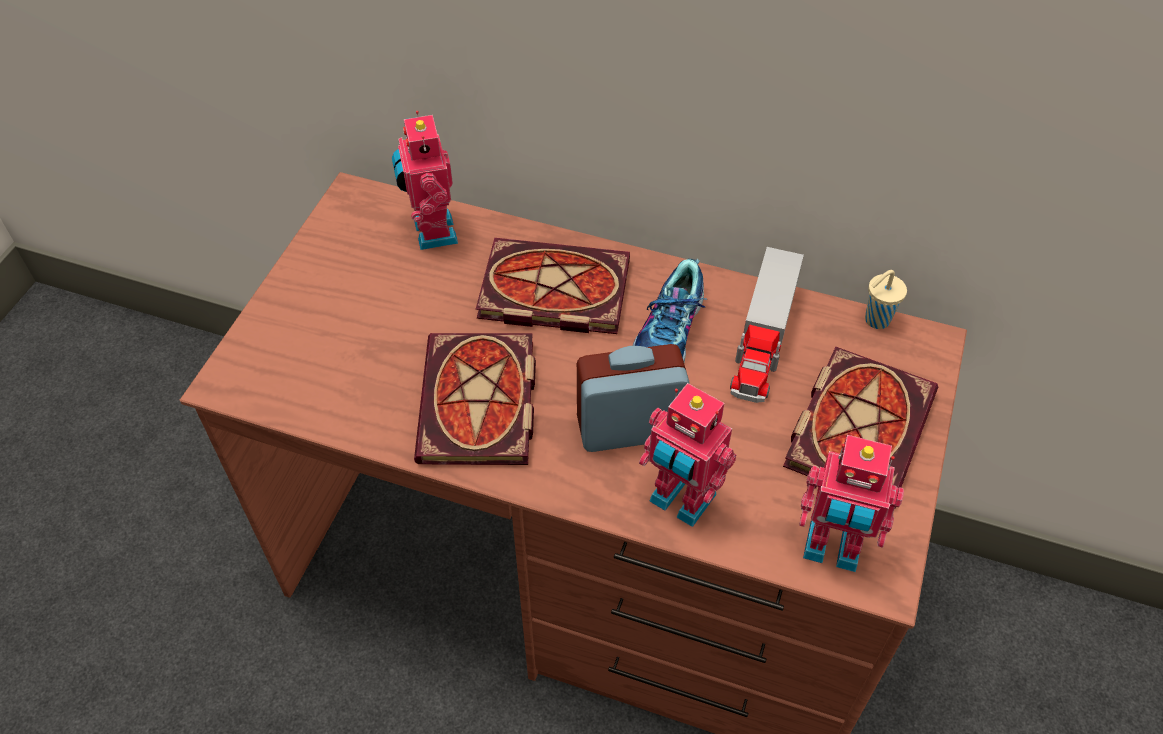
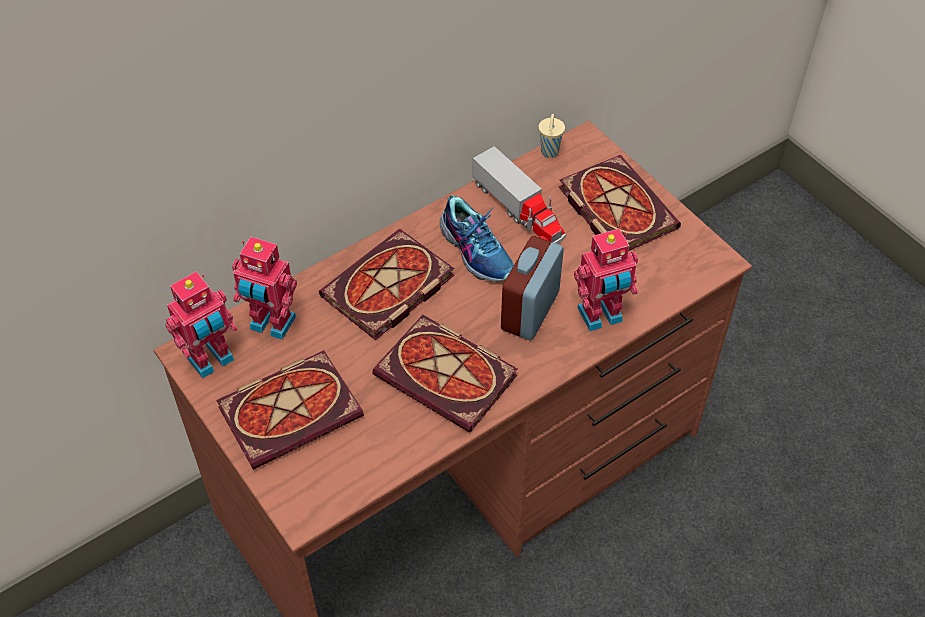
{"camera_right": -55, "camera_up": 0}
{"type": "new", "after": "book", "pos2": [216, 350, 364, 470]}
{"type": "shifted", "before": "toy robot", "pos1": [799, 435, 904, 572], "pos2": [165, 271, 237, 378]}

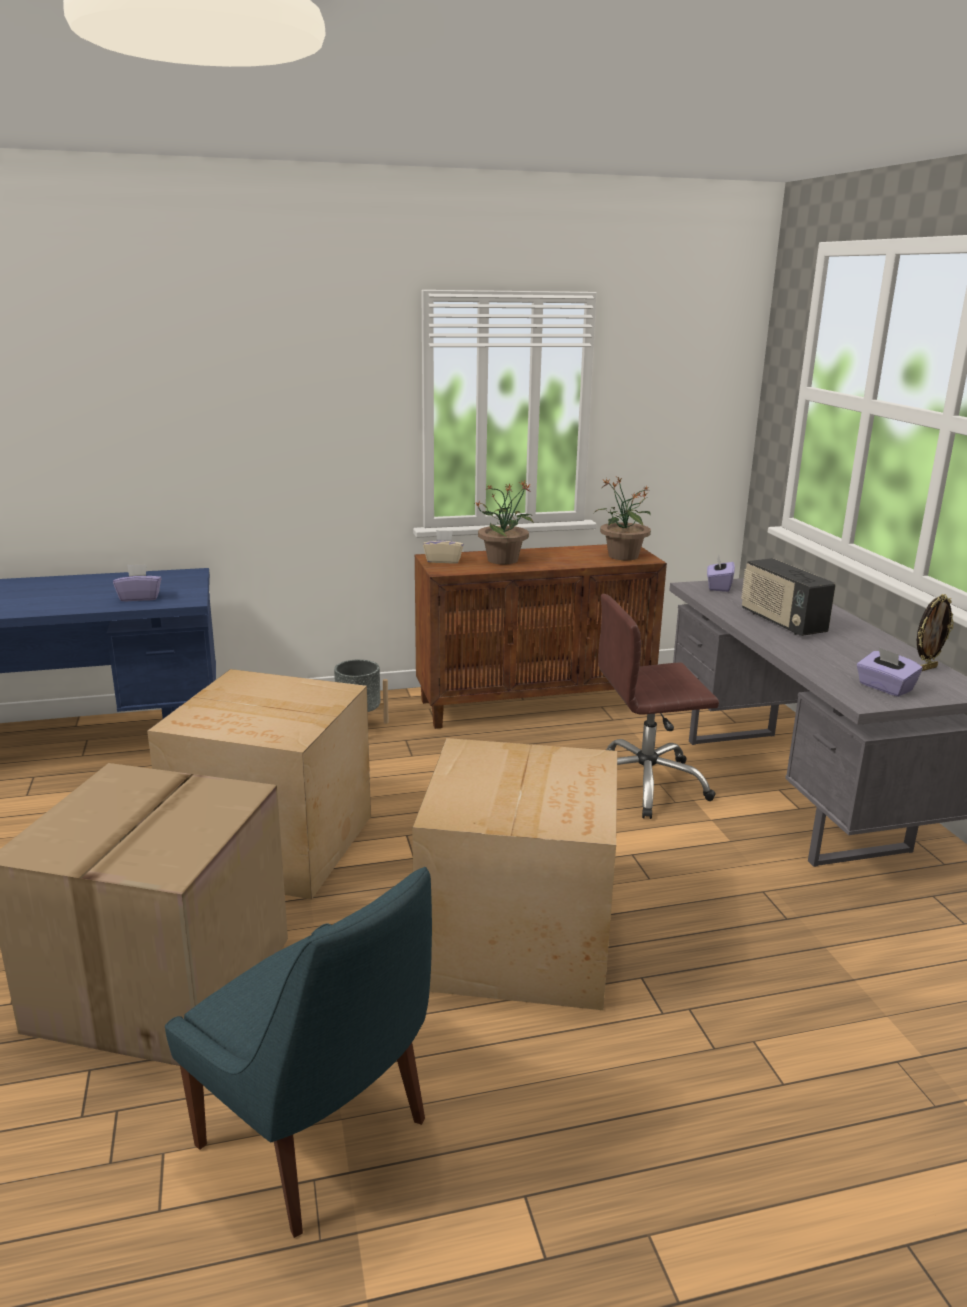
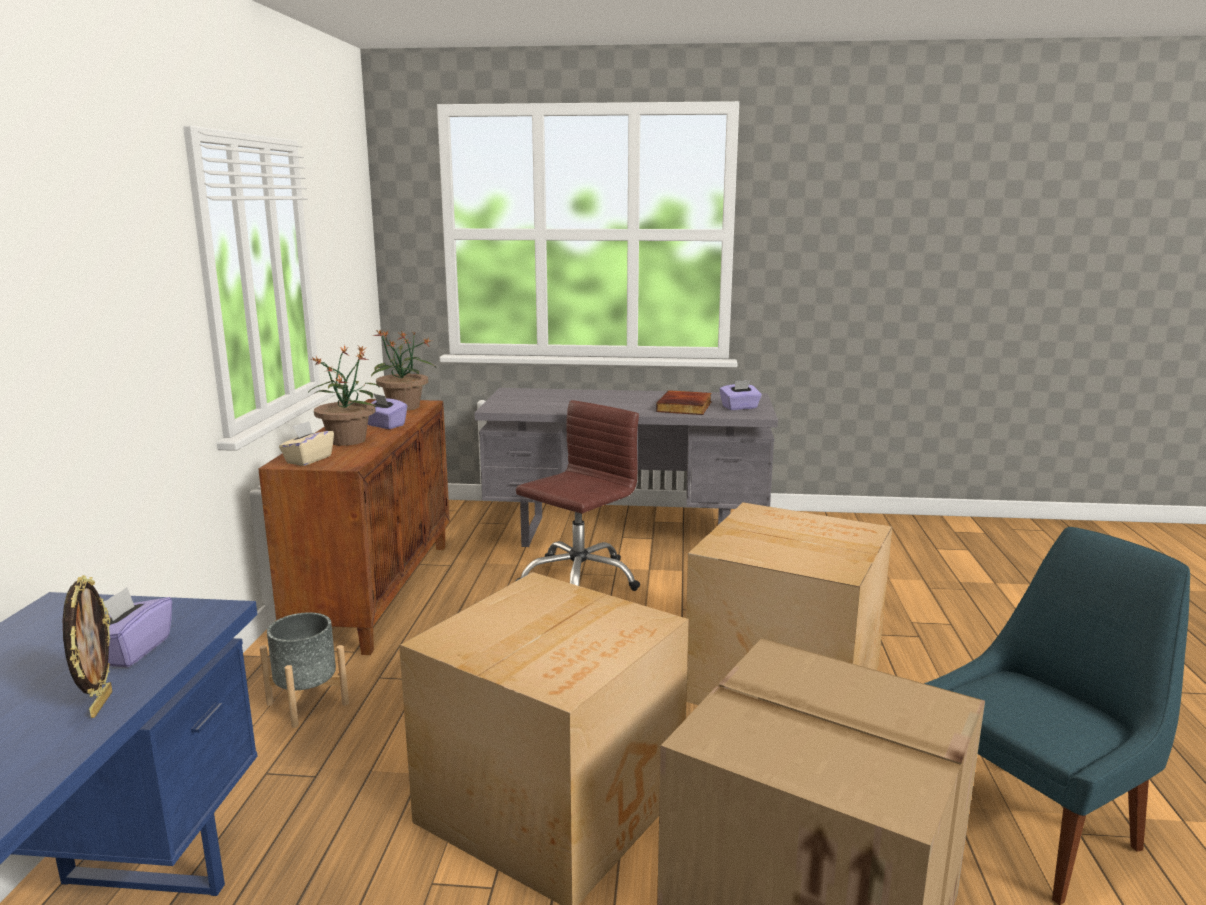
{"camera_right": -70, "camera_up": -5}
{"type": "gone", "before": "radio", "pos1": [741, 558, 836, 636]}
{"type": "new", "after": "book", "pos2": [656, 390, 712, 415]}
{"type": "shifted", "before": "purple tissue box", "pos1": [707, 555, 735, 592], "pos2": [368, 393, 407, 429]}
{"type": "shifted", "before": "picture frame", "pos1": [917, 594, 954, 671], "pos2": [63, 575, 113, 718]}
{"type": "rotated", "before": "brown office chair", "pos1": [598, 594, 719, 819], "pos2": [516, 400, 640, 591], "turn": -150}

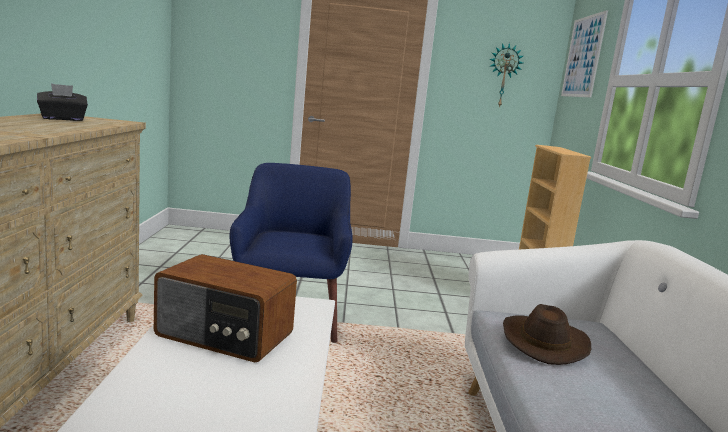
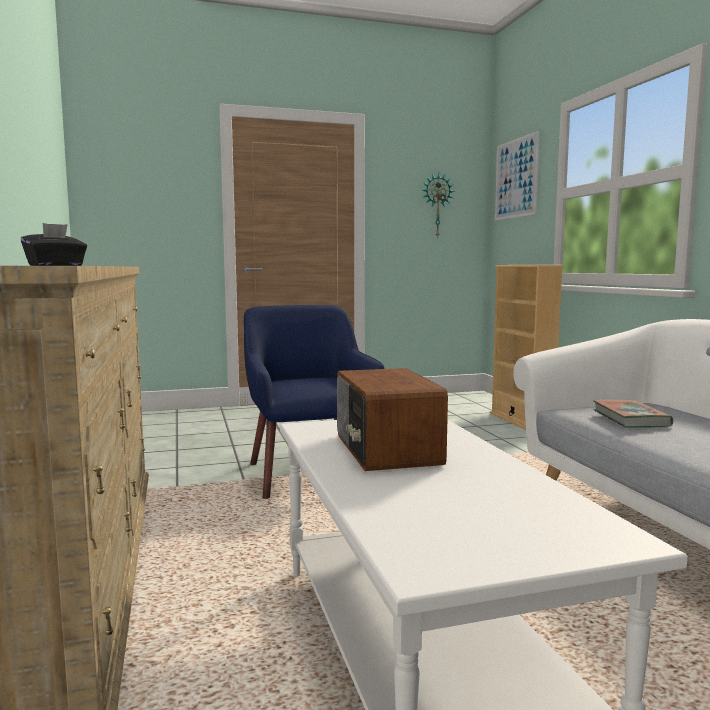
{"camera_right": -15, "camera_up": -5}
{"type": "swapped", "before": "brown hat", "after": "book", "pos1": [503, 304, 591, 365], "pos2": [594, 400, 673, 428]}
{"type": "rotated", "before": "radio", "pos1": [154, 254, 297, 362], "pos2": [337, 368, 448, 471], "turn": 75}

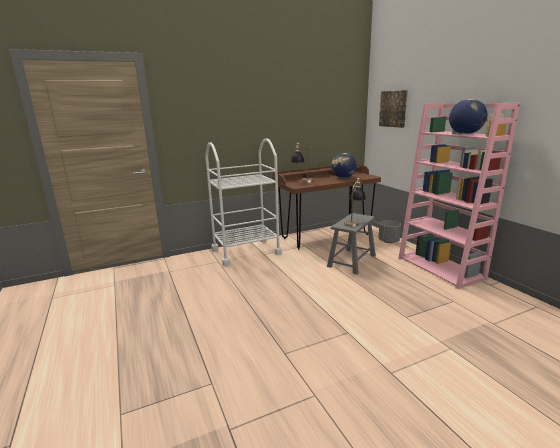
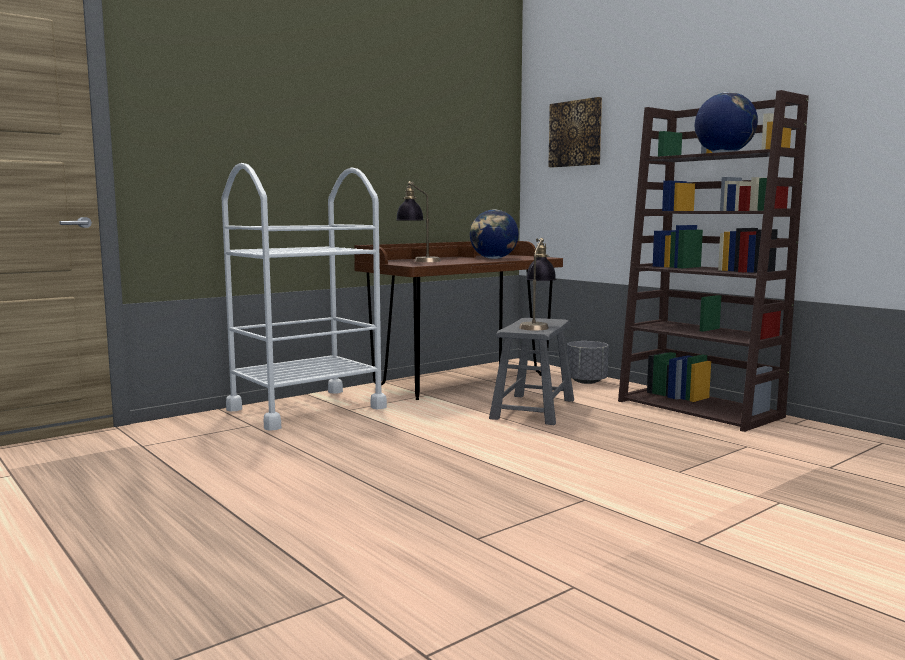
{"camera_right": -15, "camera_up": -10}
{"type": "repainted", "before": "pink bookcase", "after": "brown bookcase", "pos1": [398, 103, 520, 289], "pos2": [618, 90, 809, 432]}

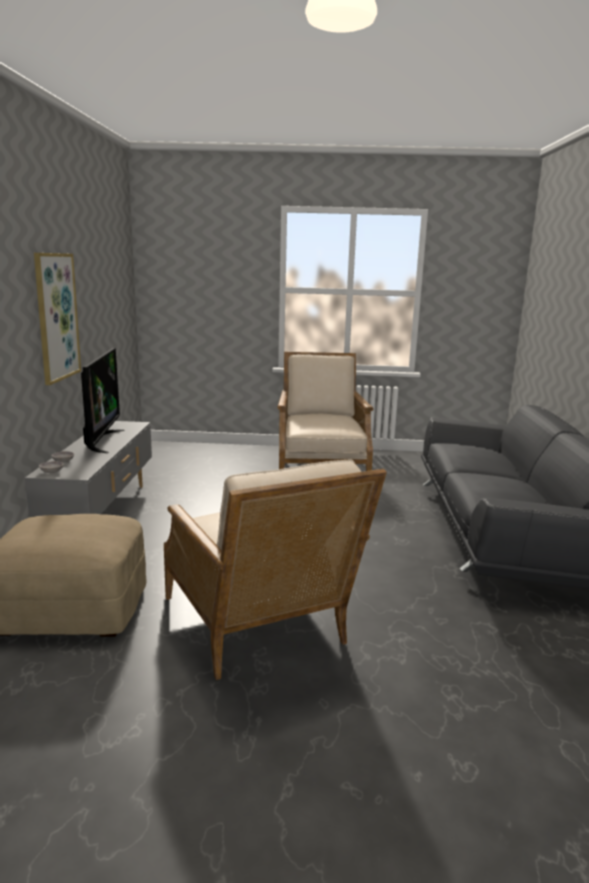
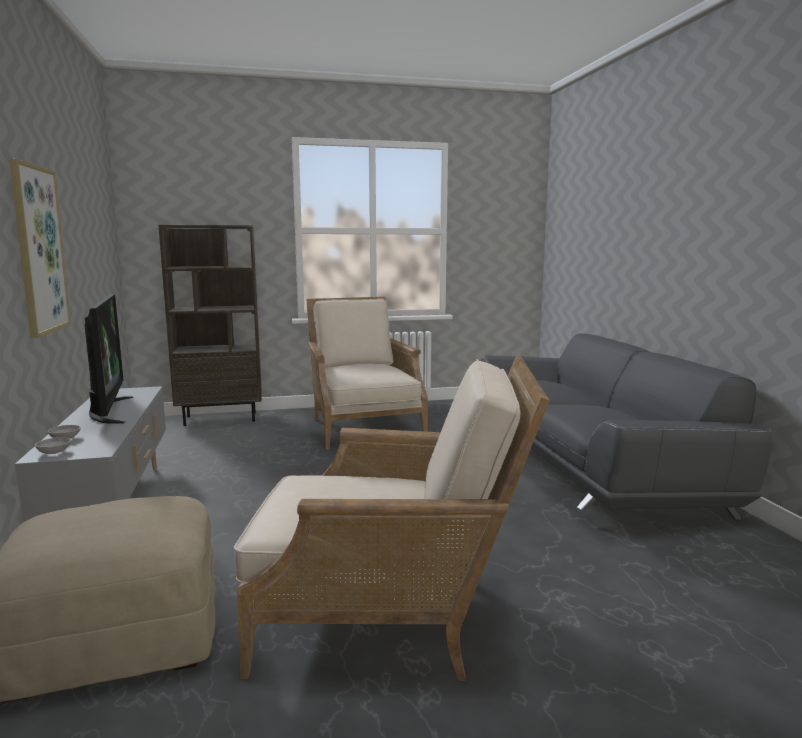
{"camera_right": -15, "camera_up": -5}
{"type": "new", "after": "brown bookcase", "pos2": [158, 225, 262, 426]}
{"type": "rotated", "before": "beige armchair", "pos1": [164, 460, 387, 680], "pos2": [234, 356, 550, 681], "turn": -45}

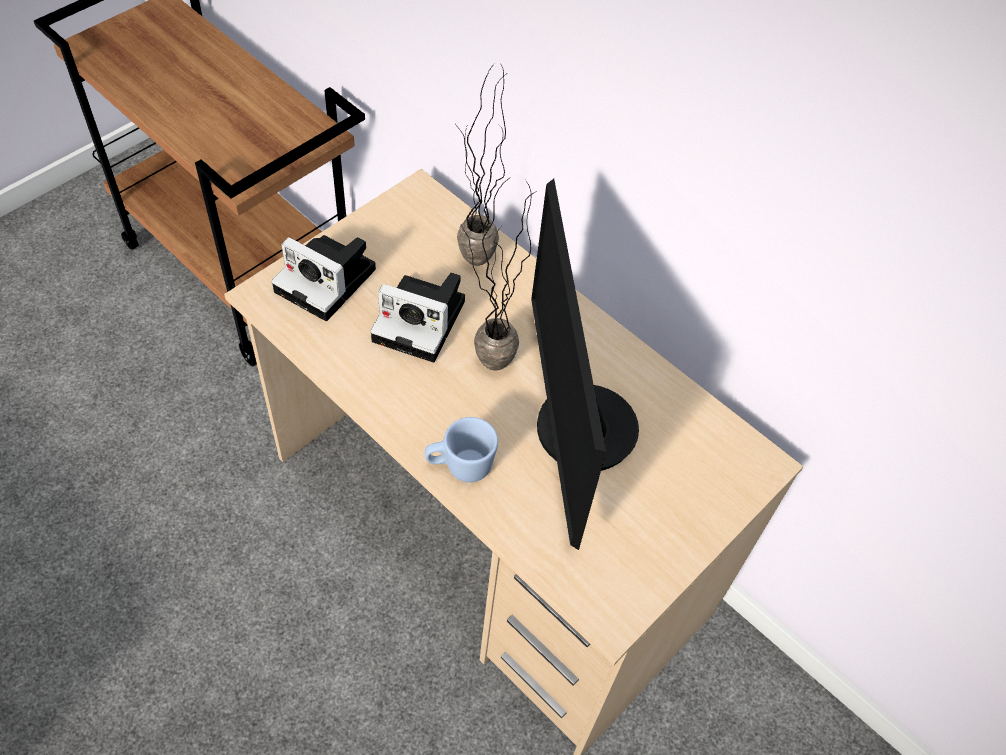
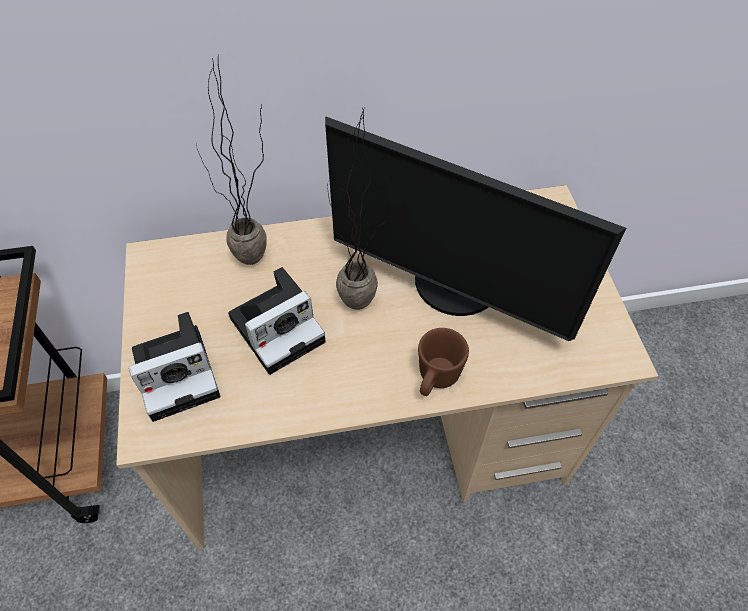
{"camera_right": -50, "camera_up": 0}
{"type": "repainted", "before": "blue mug", "after": "brown mug", "pos1": [425, 417, 498, 483], "pos2": [418, 328, 469, 396]}

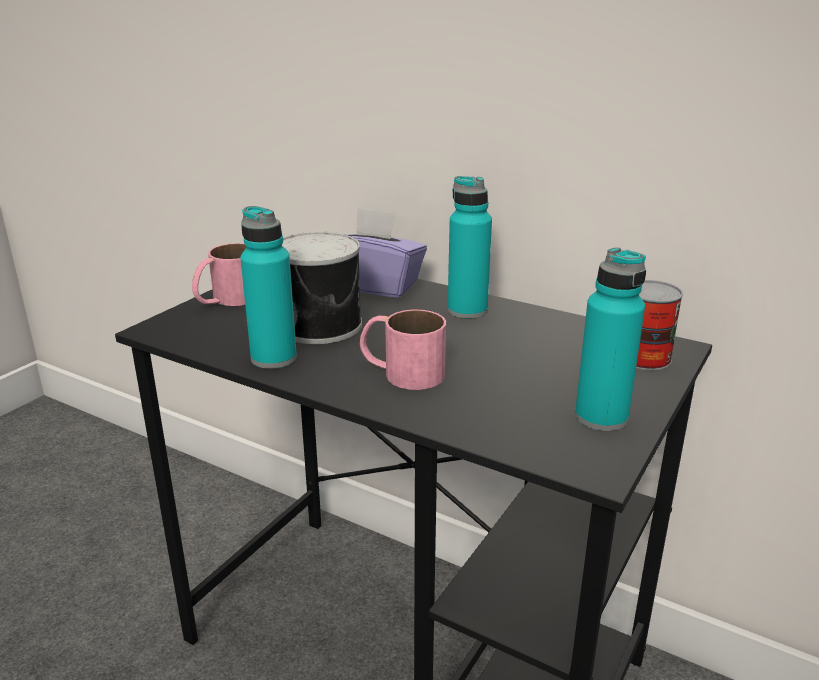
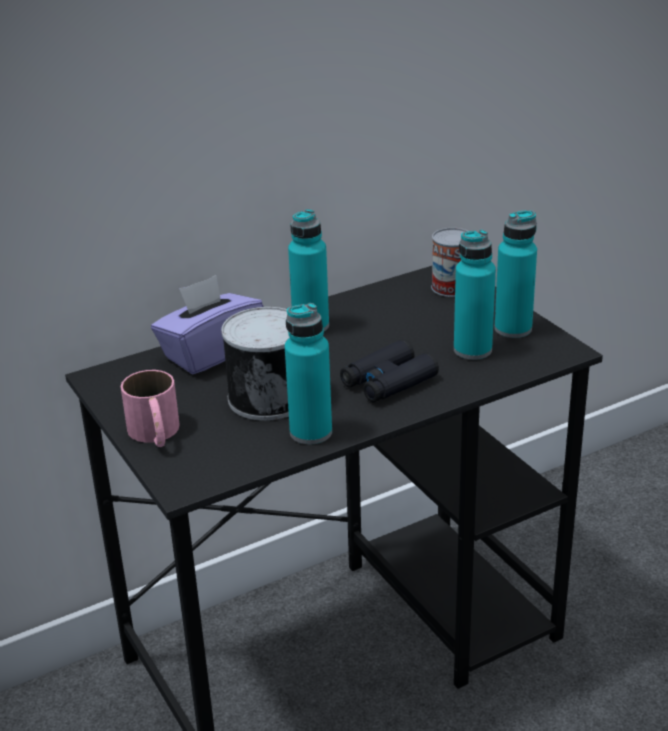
{"camera_right": -60, "camera_up": 5}
{"type": "new", "after": "turquoise bottle", "pos2": [454, 230, 496, 360]}
{"type": "swapped", "before": "pink mug", "after": "black binoculars", "pos1": [360, 310, 446, 390], "pos2": [340, 339, 439, 402]}

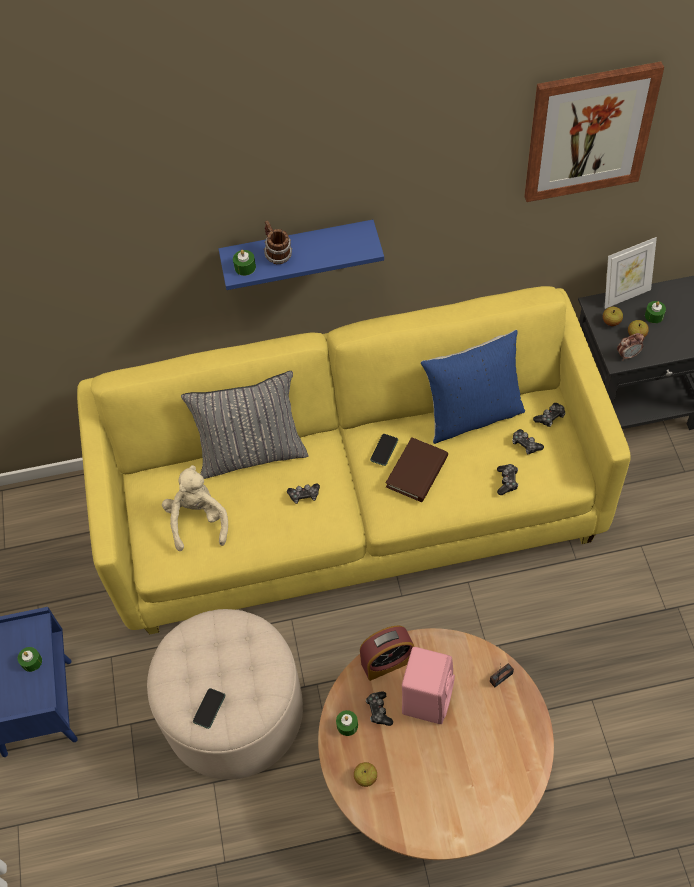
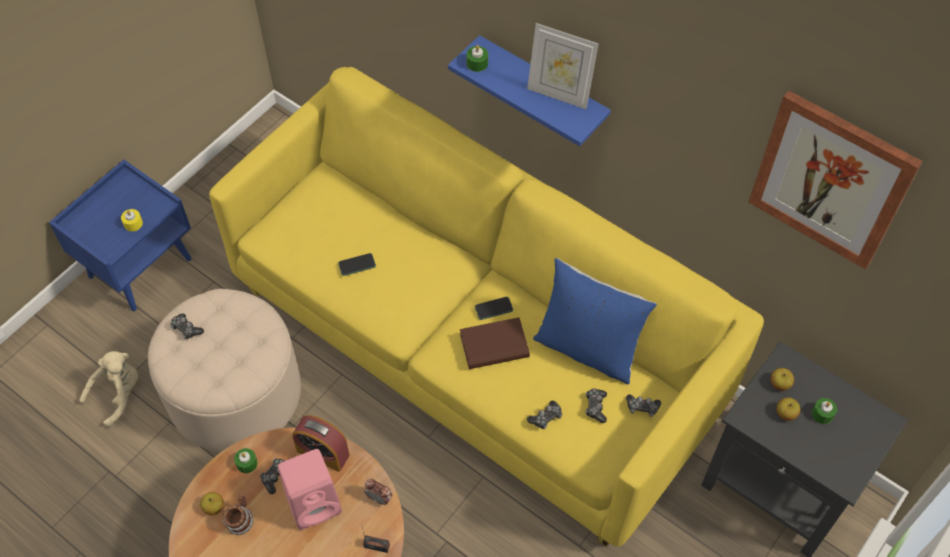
{"camera_right": 45, "camera_up": 0}
{"type": "gone", "before": "grey pillow", "pos1": [181, 371, 309, 479]}
{"type": "shifted", "before": "beige plush toy", "pos1": [162, 465, 228, 551], "pos2": [79, 351, 138, 427]}
{"type": "shifted", "before": "phone", "pos1": [193, 688, 225, 729], "pos2": [338, 253, 376, 276]}
{"type": "shifted", "before": "mug", "pos1": [264, 220, 292, 264], "pos2": [223, 494, 254, 535]}
{"type": "shifted", "before": "game controller", "pos1": [287, 484, 320, 504], "pos2": [170, 313, 204, 340]}
{"type": "shifted", "before": "picture frame", "pos1": [605, 237, 657, 309], "pos2": [527, 23, 598, 109]}
{"type": "shifted", "before": "alarm clock", "pos1": [617, 333, 644, 360], "pos2": [364, 479, 393, 506]}
{"type": "repainted", "before": "green candle", "after": "yellow candle", "pos1": [18, 647, 42, 672], "pos2": [121, 209, 143, 231]}

